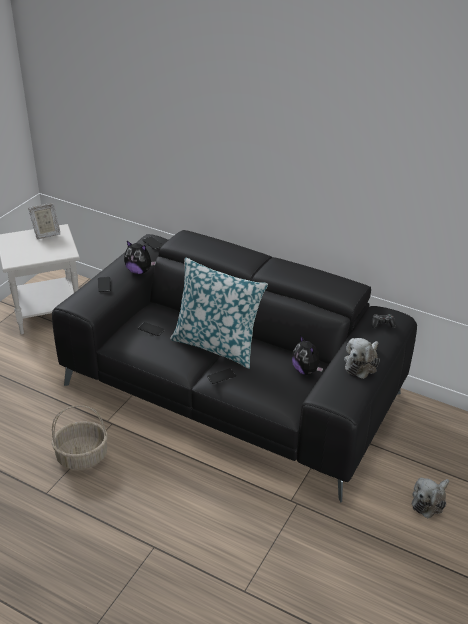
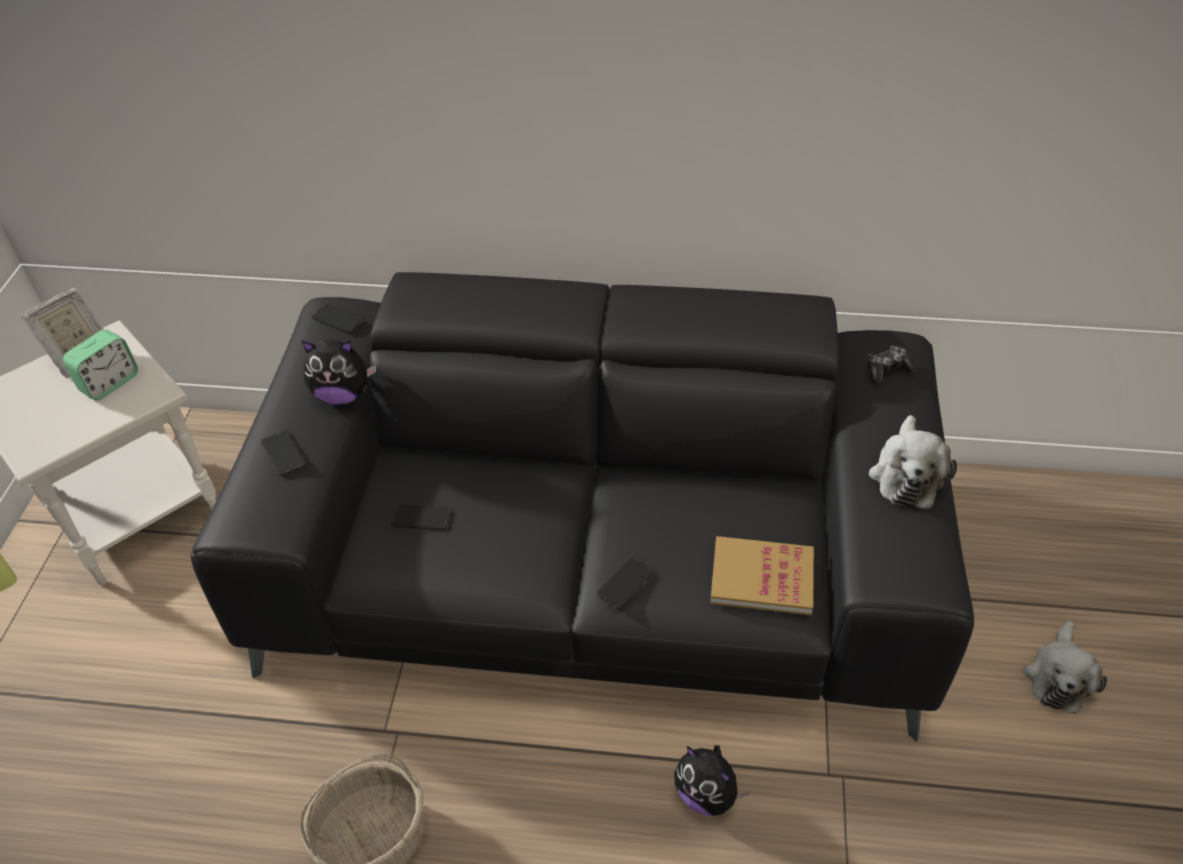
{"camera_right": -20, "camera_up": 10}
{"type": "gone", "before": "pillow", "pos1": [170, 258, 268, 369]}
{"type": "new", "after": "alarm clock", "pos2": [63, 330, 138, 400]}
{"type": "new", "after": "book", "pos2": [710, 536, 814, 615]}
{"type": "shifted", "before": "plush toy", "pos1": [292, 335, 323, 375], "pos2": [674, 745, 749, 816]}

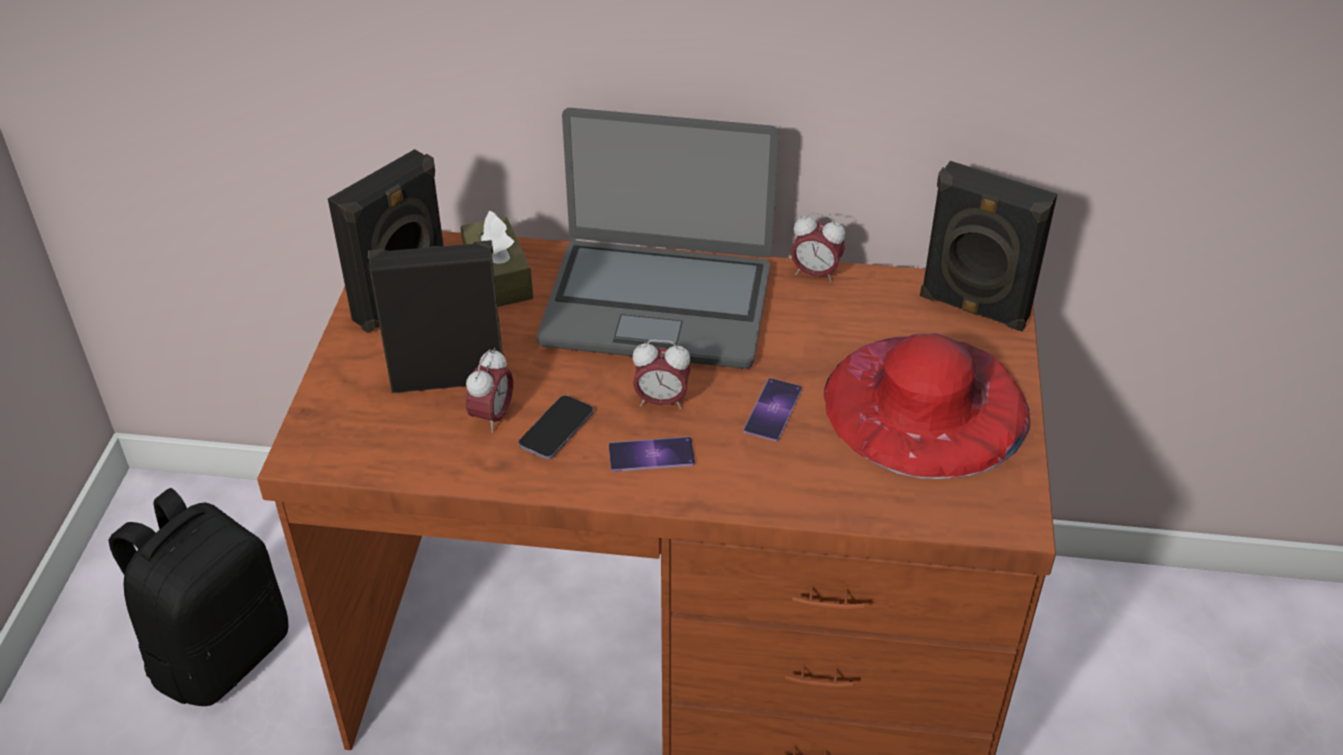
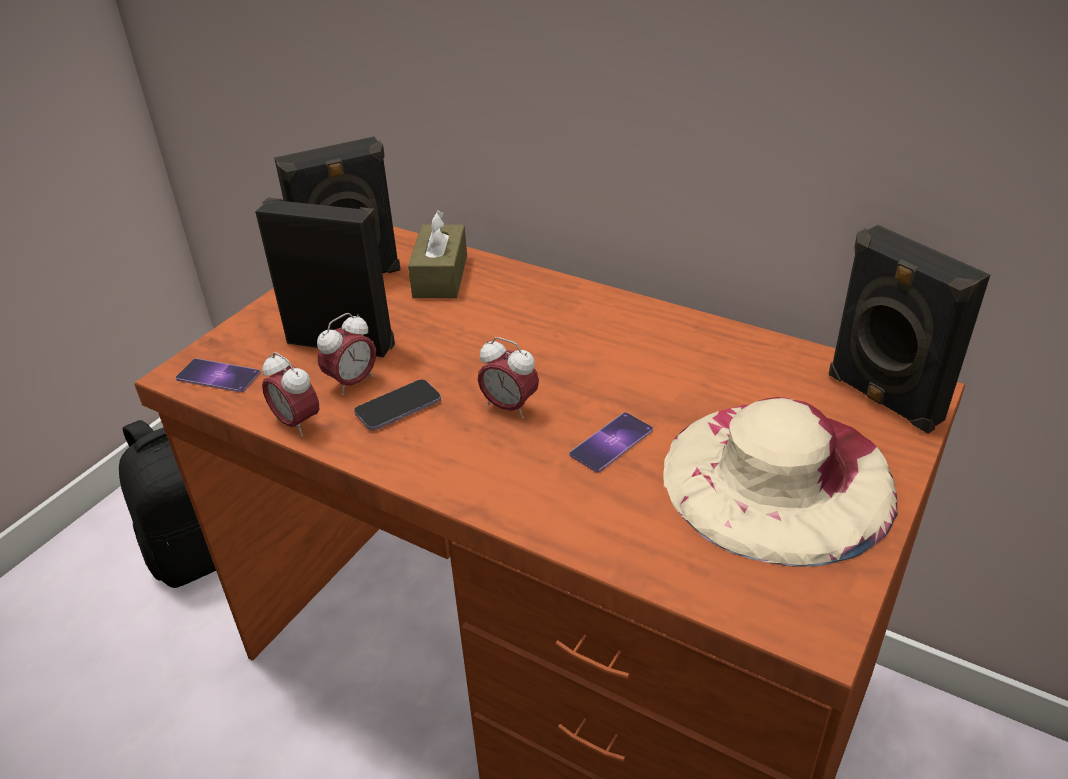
{"camera_right": 25, "camera_up": -5}
{"type": "gone", "before": "laptop", "pos1": [537, 108, 779, 369]}
{"type": "shifted", "before": "phone", "pos1": [609, 437, 695, 472], "pos2": [176, 358, 261, 393]}
{"type": "shifted", "before": "alarm clock", "pos1": [791, 213, 845, 283], "pos2": [262, 352, 319, 437]}
{"type": "repainted", "before": "red hat", "after": "beige hat", "pos1": [824, 333, 1030, 479], "pos2": [663, 397, 898, 567]}

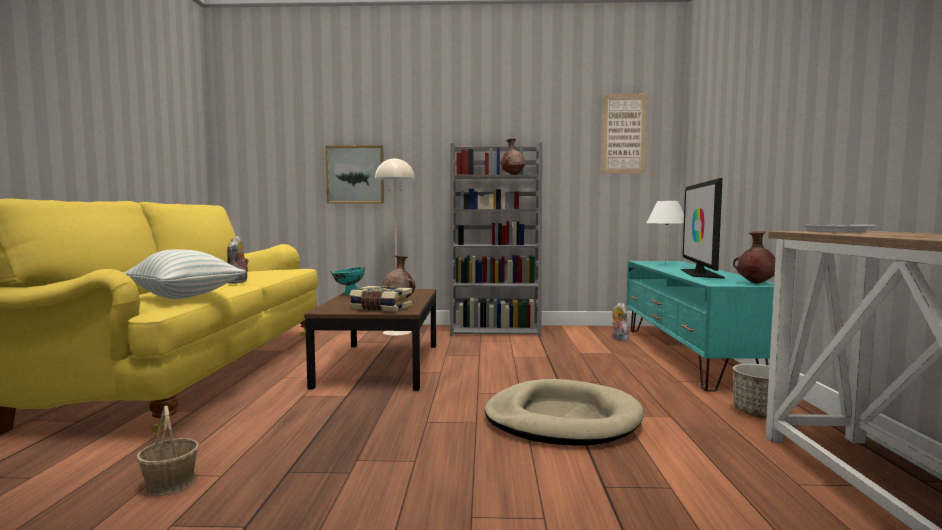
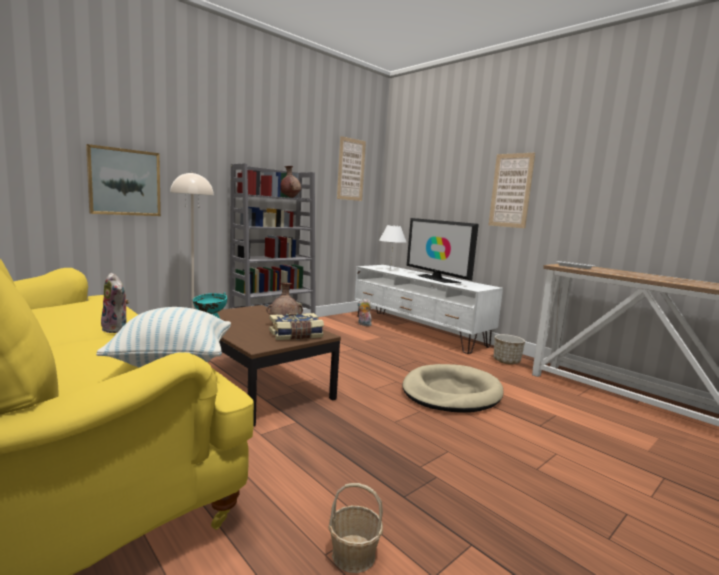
{"camera_right": -45, "camera_up": 5}
{"type": "gone", "before": "brown vase", "pos1": [733, 231, 775, 284]}
{"type": "new", "after": "picture", "pos2": [489, 153, 535, 228]}
{"type": "repainted", "before": "turquoise tv stand", "after": "white tv stand", "pos1": [626, 261, 774, 392], "pos2": [354, 265, 503, 354]}

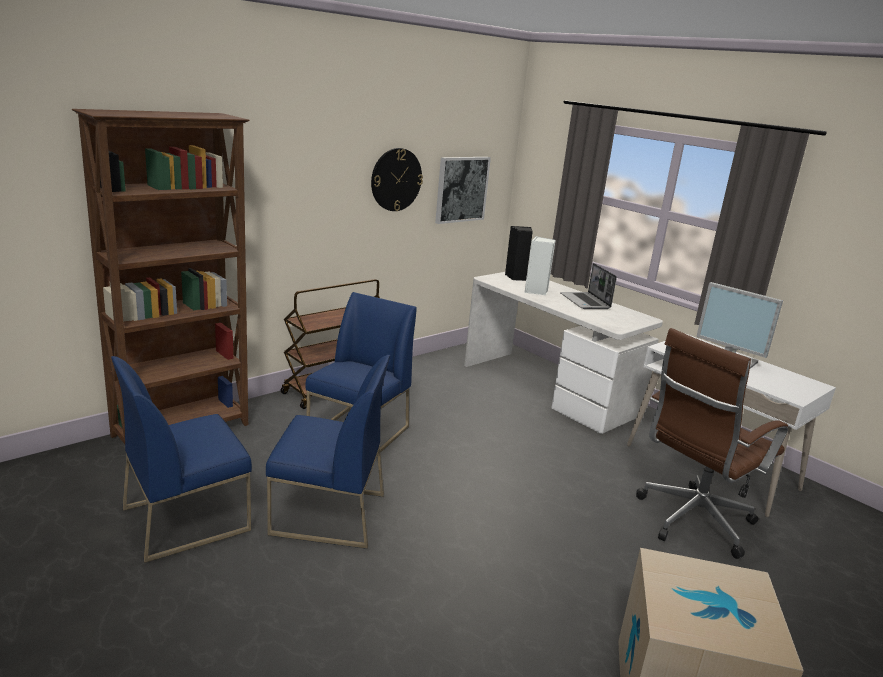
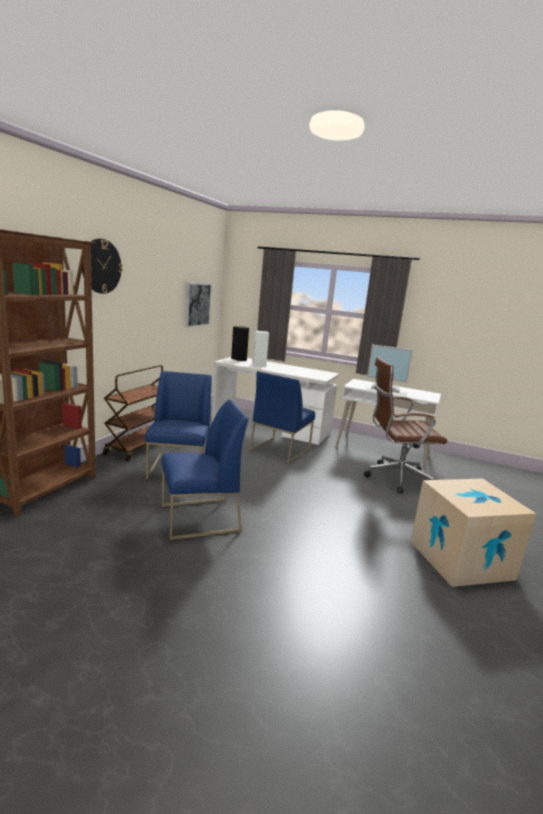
{"camera_right": -25, "camera_up": -5}
{"type": "gone", "before": "laptop", "pos1": [560, 263, 617, 309]}
{"type": "shifted", "before": "blue chair", "pos1": [111, 356, 252, 563], "pos2": [249, 371, 315, 464]}
{"type": "shifted", "before": "wall clock", "pos1": [371, 148, 423, 211], "pos2": [82, 239, 123, 294]}
{"type": "rotated", "before": "brown office chair", "pos1": [636, 328, 788, 559], "pos2": [364, 356, 448, 494], "turn": 60}

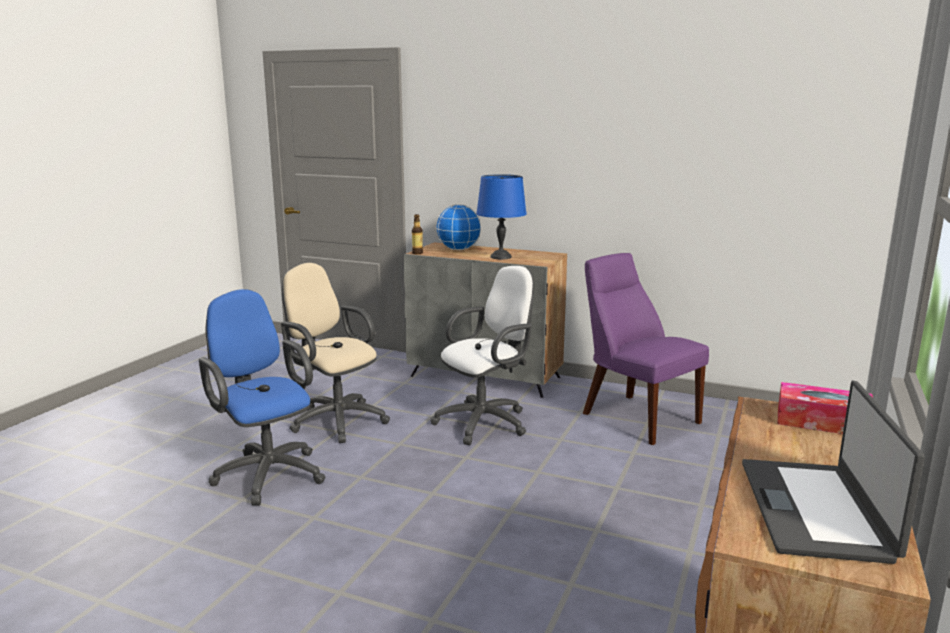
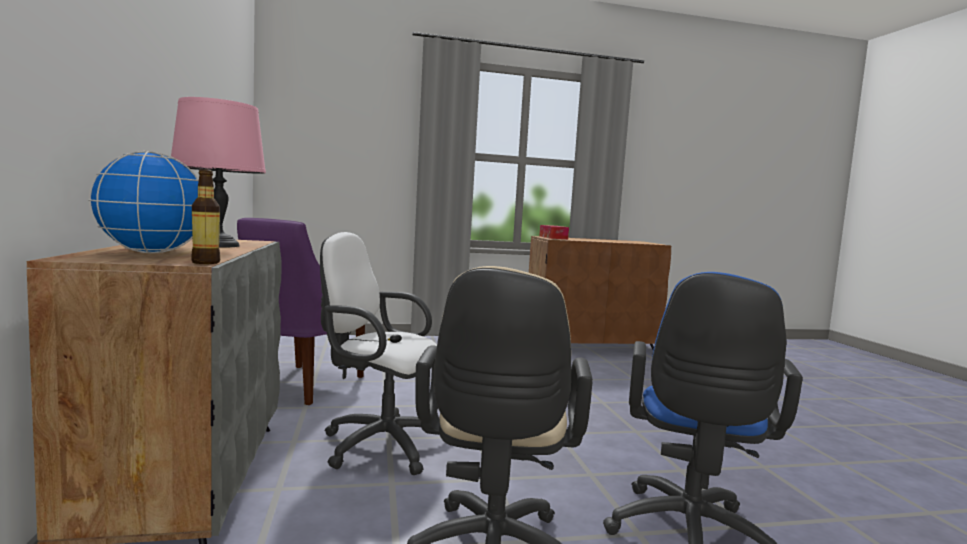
{"camera_right": -125, "camera_up": -10}
{"type": "gone", "before": "laptop", "pos1": [742, 381, 925, 564]}
{"type": "repainted", "before": "blue table lamp", "after": "pink table lamp", "pos1": [476, 174, 527, 259], "pos2": [171, 97, 266, 247]}

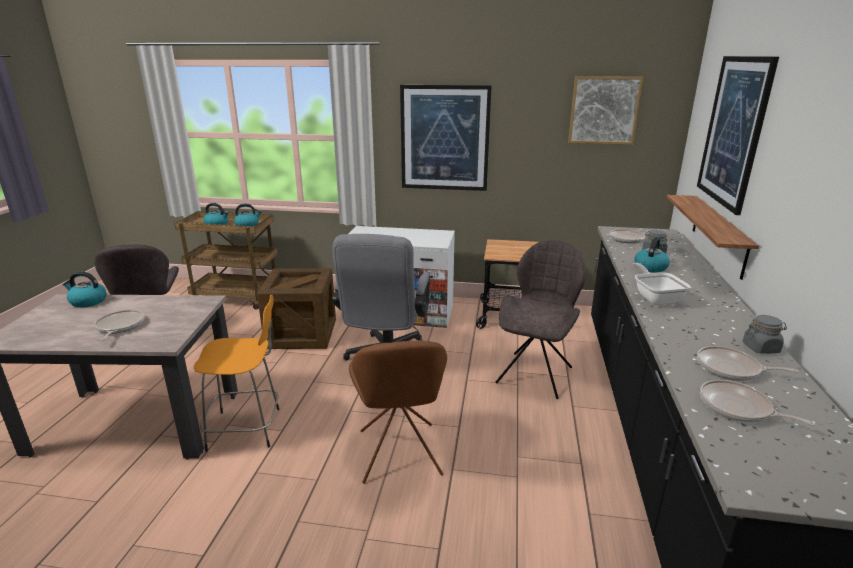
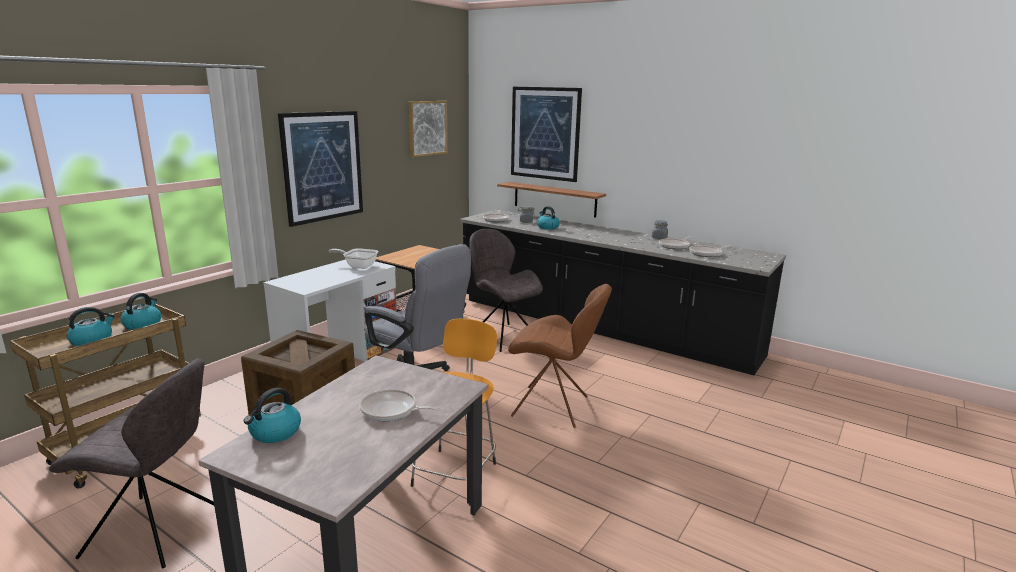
{"camera_right": -65, "camera_up": -5}
{"type": "shifted", "before": "frying pan", "pos1": [632, 263, 690, 305], "pos2": [329, 248, 378, 269]}

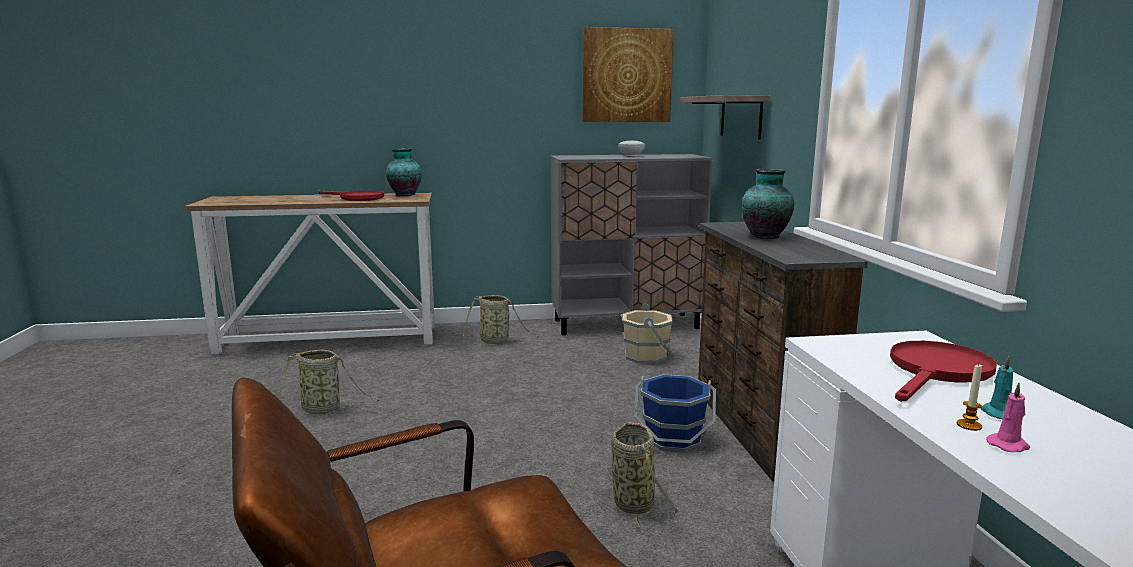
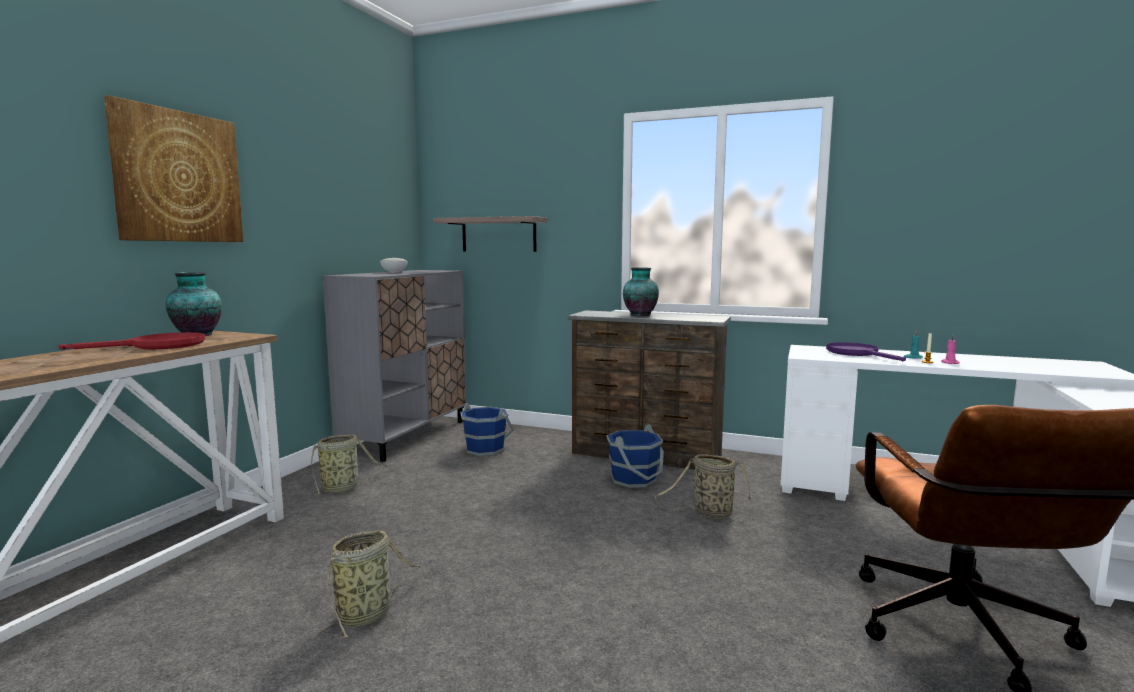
{"camera_right": -60, "camera_up": -5}
{"type": "shifted", "before": "picture", "pos1": [582, 27, 674, 122], "pos2": [104, 95, 243, 242]}
{"type": "repainted", "before": "beige bucket", "after": "blue bucket", "pos1": [621, 303, 674, 364], "pos2": [460, 403, 514, 456]}
{"type": "repainted", "before": "red frying pan", "after": "purple frying pan", "pos1": [890, 341, 997, 401], "pos2": [826, 342, 906, 361]}

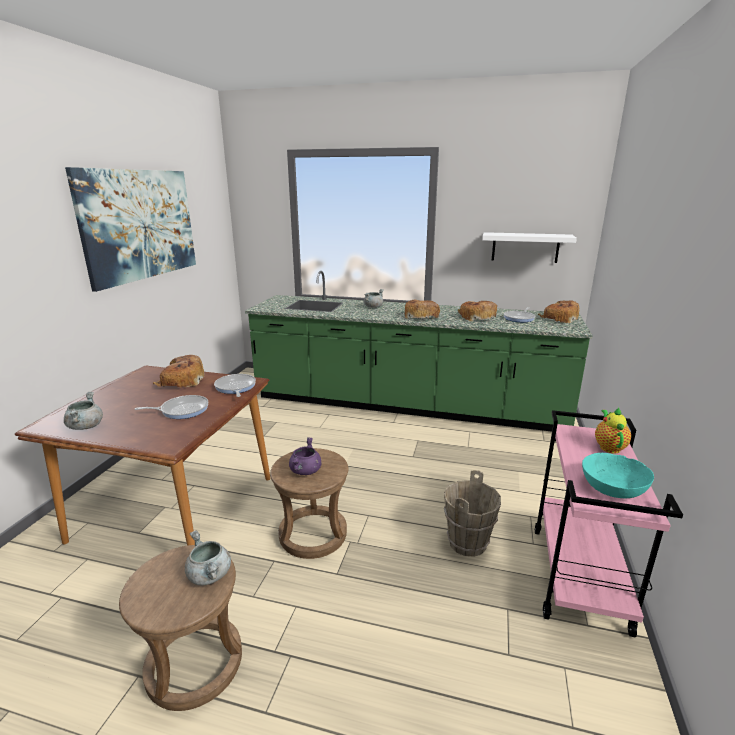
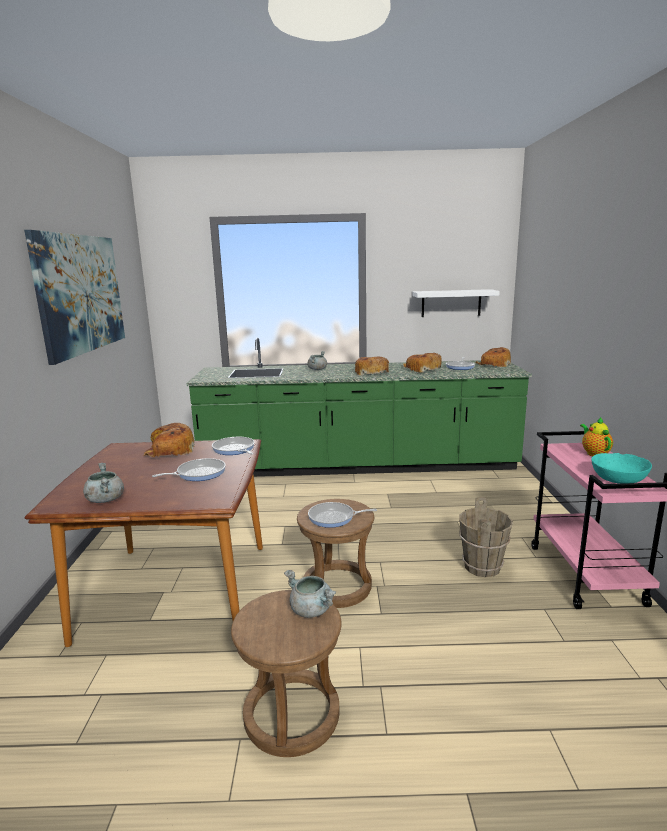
{"camera_right": -15, "camera_up": -5}
{"type": "swapped", "before": "purple cooking pot", "after": "frying pan", "pos1": [289, 437, 321, 475], "pos2": [308, 502, 377, 528]}

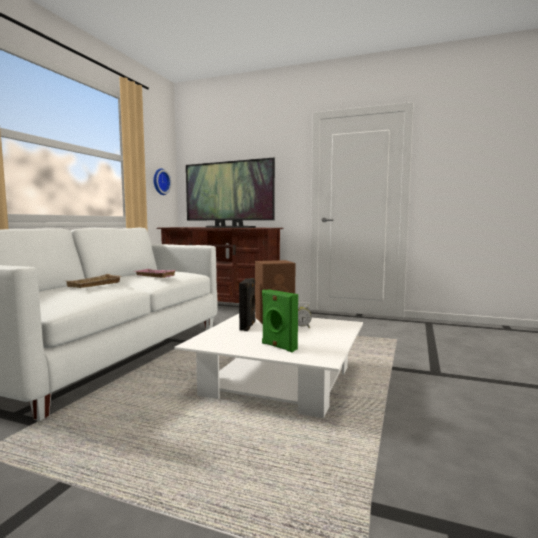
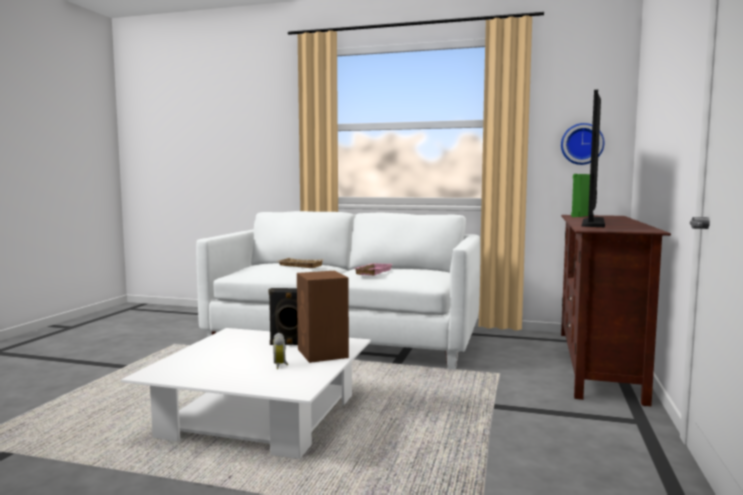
{"camera_right": 85, "camera_up": 0}
{"type": "shifted", "before": "green speaker", "pos1": [262, 289, 298, 352], "pos2": [571, 174, 590, 217]}

